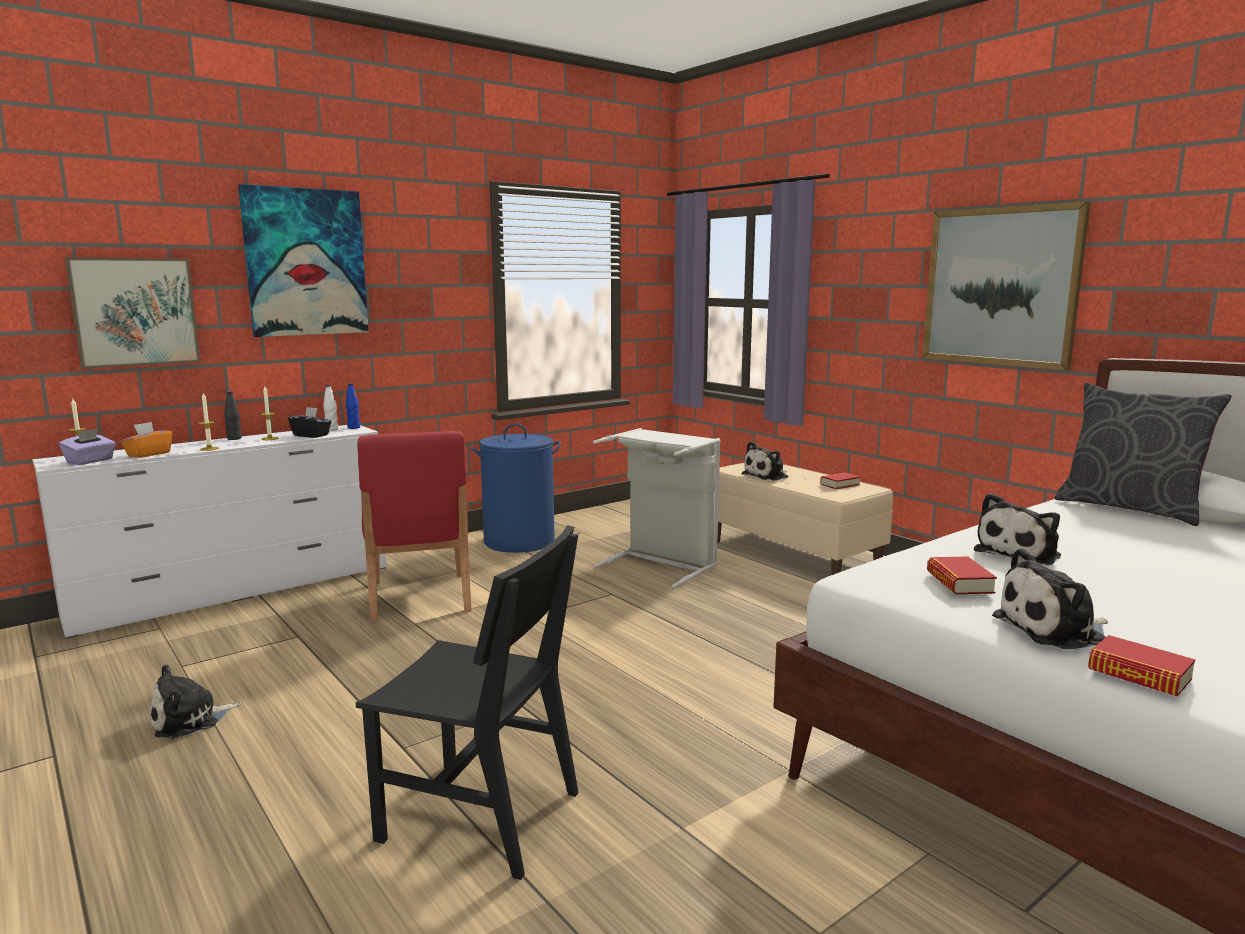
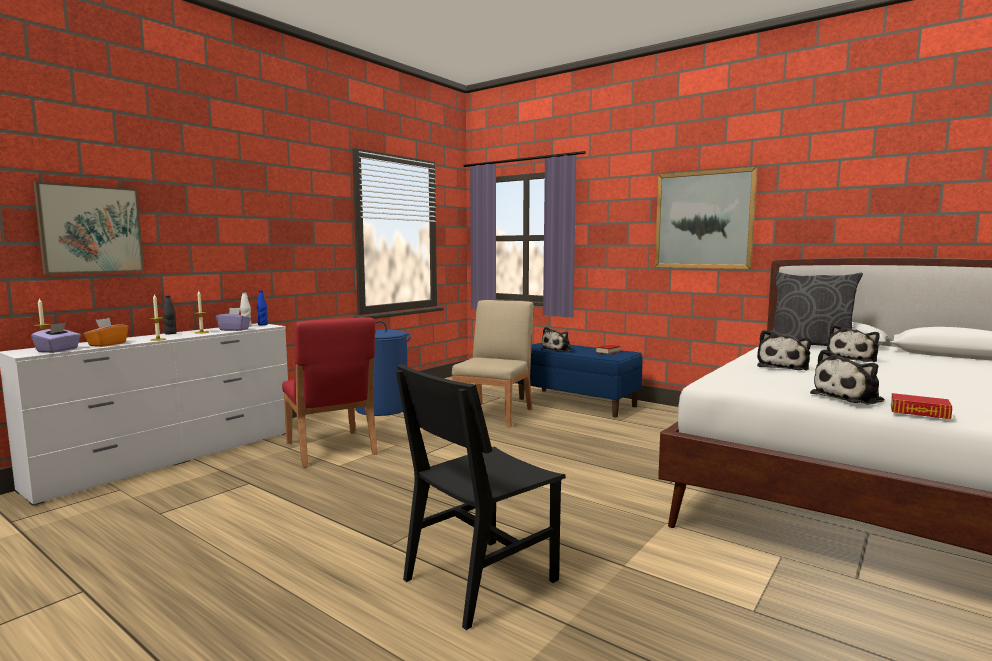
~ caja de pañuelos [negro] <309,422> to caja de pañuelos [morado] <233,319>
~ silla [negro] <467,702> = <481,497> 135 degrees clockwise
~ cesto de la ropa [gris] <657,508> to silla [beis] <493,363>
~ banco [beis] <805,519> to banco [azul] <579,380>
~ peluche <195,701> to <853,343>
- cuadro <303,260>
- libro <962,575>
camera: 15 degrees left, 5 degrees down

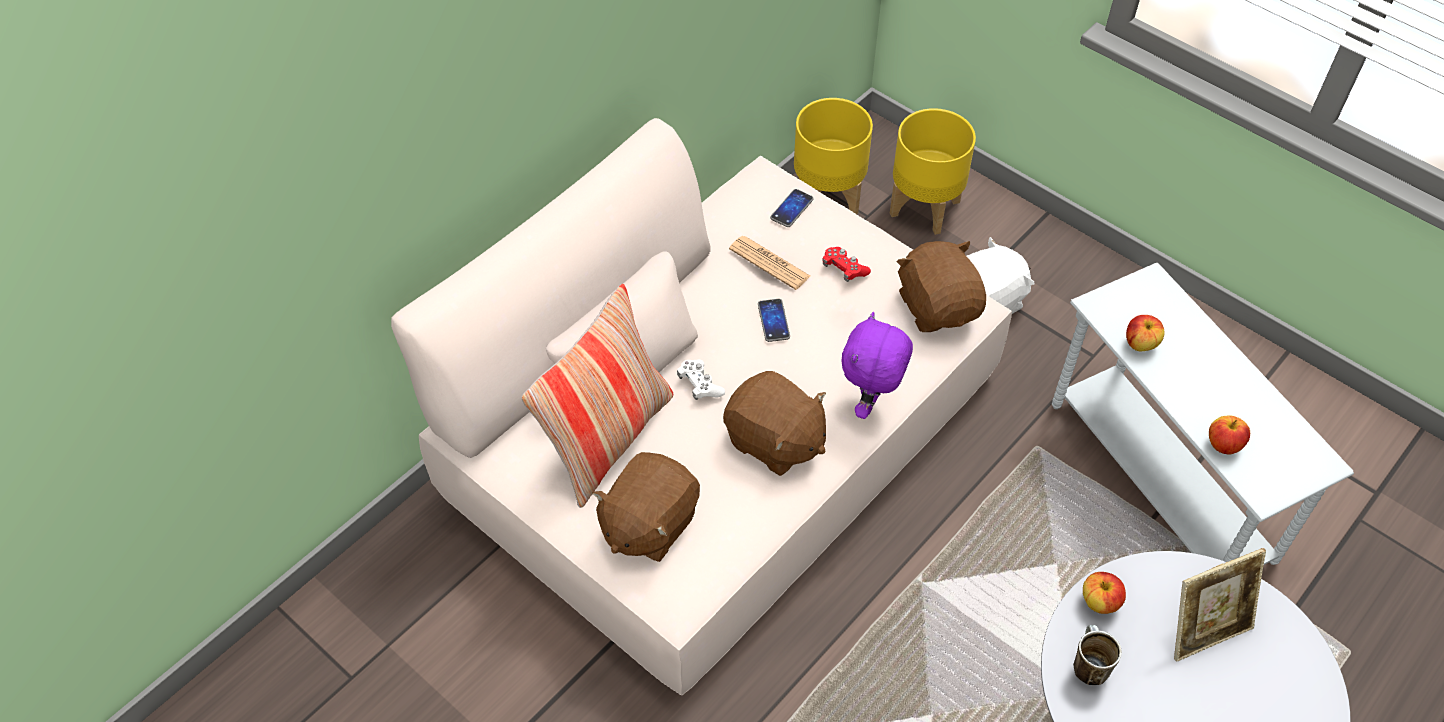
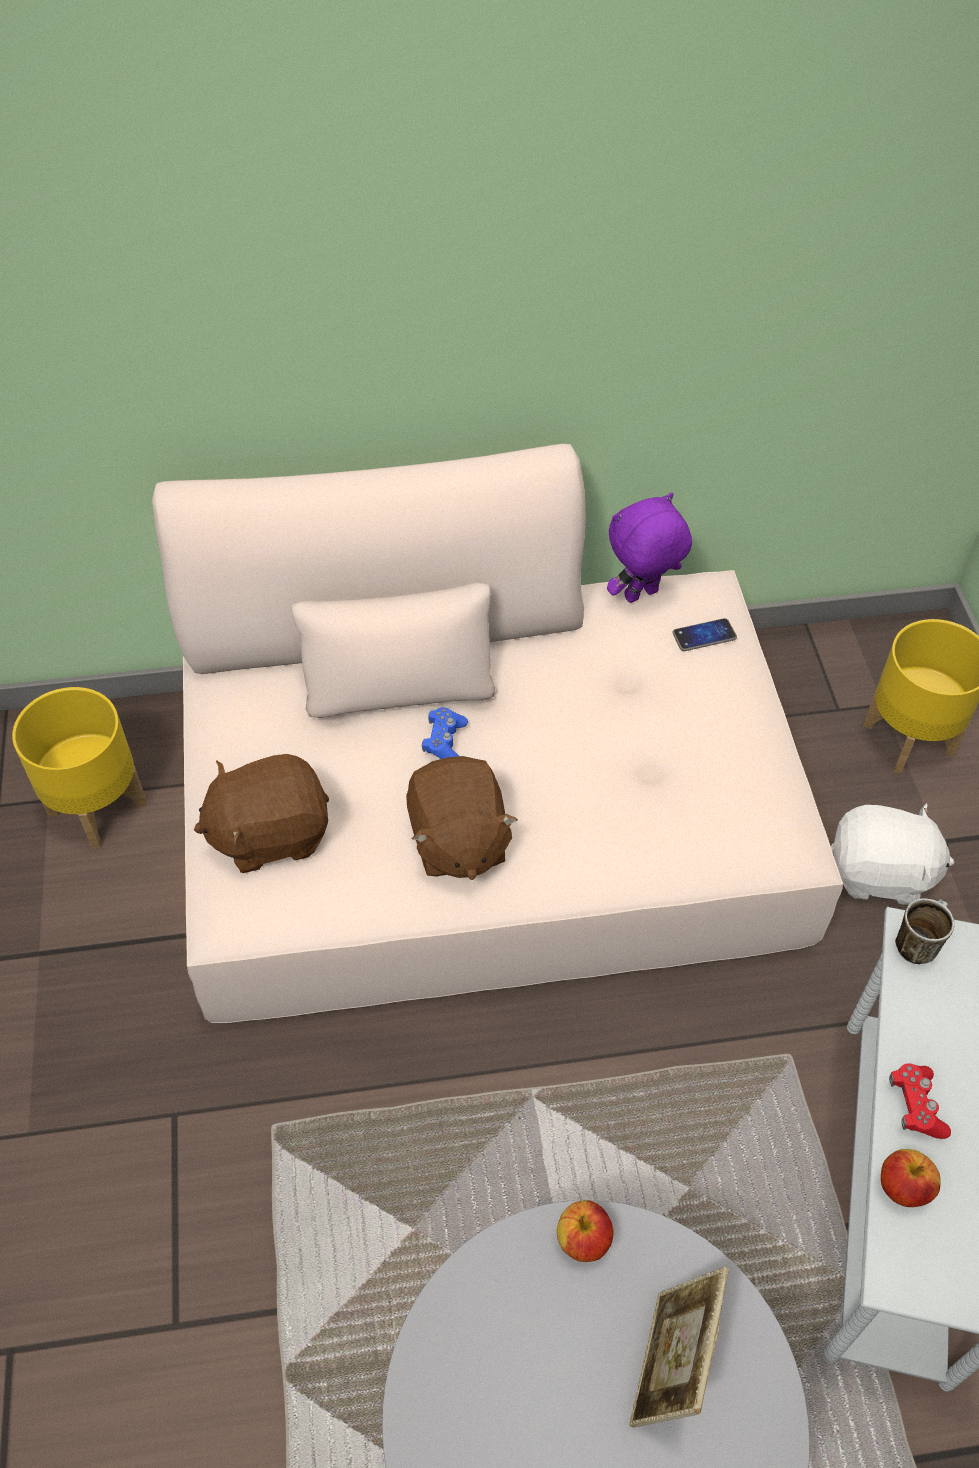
~ maceta [amarillo] <833,156> to <79,768>
~ mando de consola [blanco] <701,379> to mando de consola [azul] <445,733>
~ peluche [morado] <877,365> to <649,548>
~ portarretratos <1220,605> = <679,1347> 90 degrees clockwise
~ mando de consola [rojo] <846,264> to <920,1101>
~ taza grande <1097,655> to <925,931>
- cojín <597,396>
- periódico <769,263>
- móvil <774,320>
- peluche [marrón] <941,286>
- manzana <1145,333>
camera: 40 degrees right, 0 degrees up

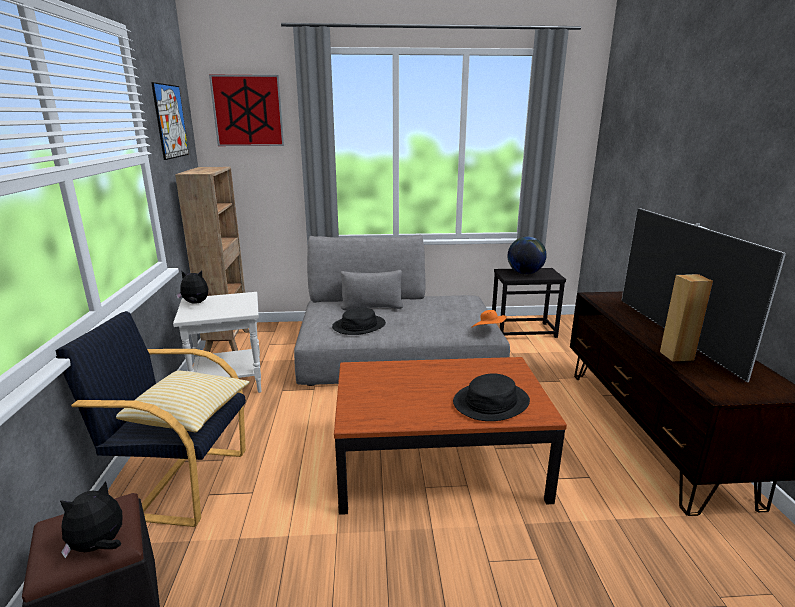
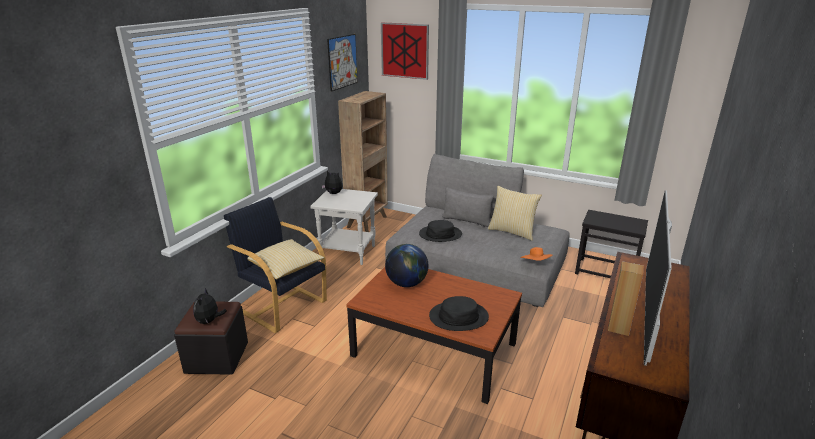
~ peluche <91,519> = <209,306> 75 degrees counterclockwise
~ globo terráqueo <527,255> to <407,265>
+ cojín <515,213>
camera: 30 degrees right, 5 degrees up

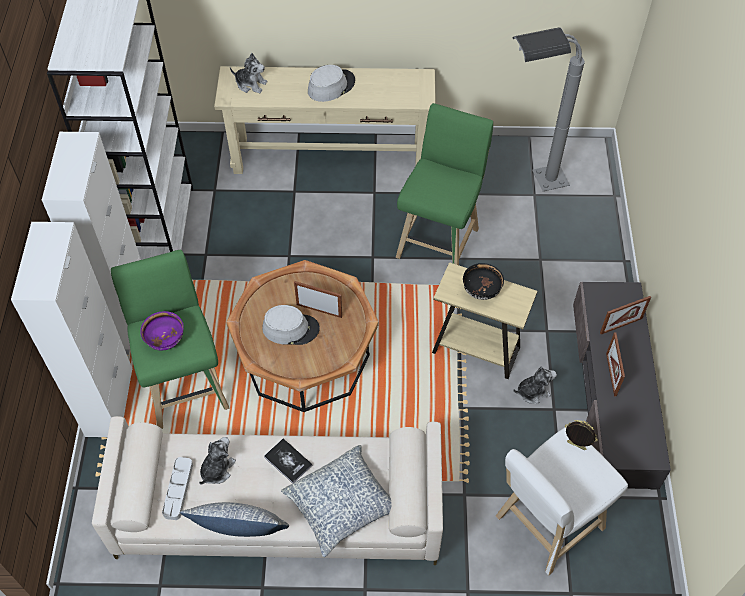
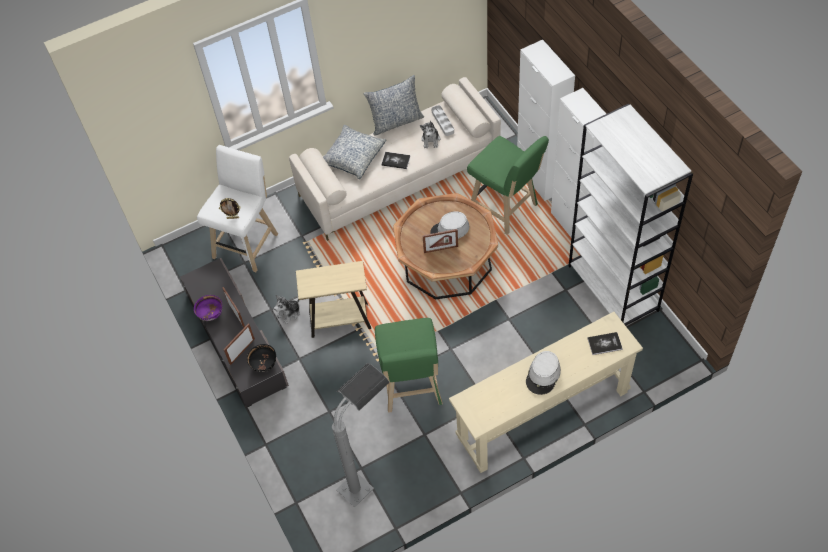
~ cuenco [morado] <162,330> to <208,308>
~ cuenco [negro] <483,281> to <261,358>
~ peluche <248,73> to libro <605,343>
camera: 155 degrees right, 0 degrees up

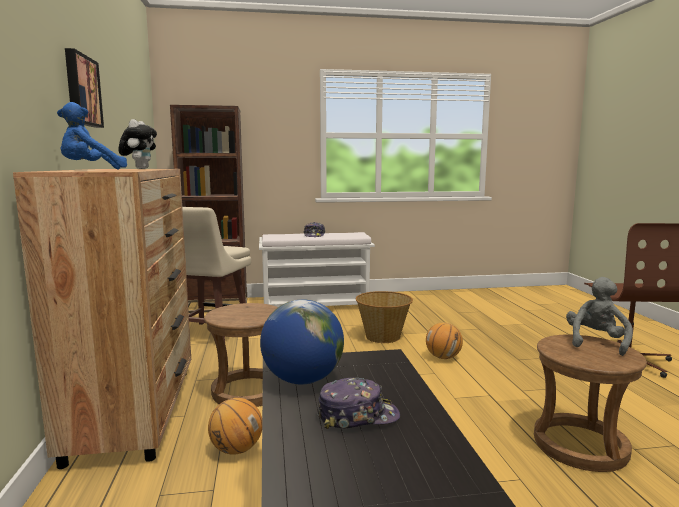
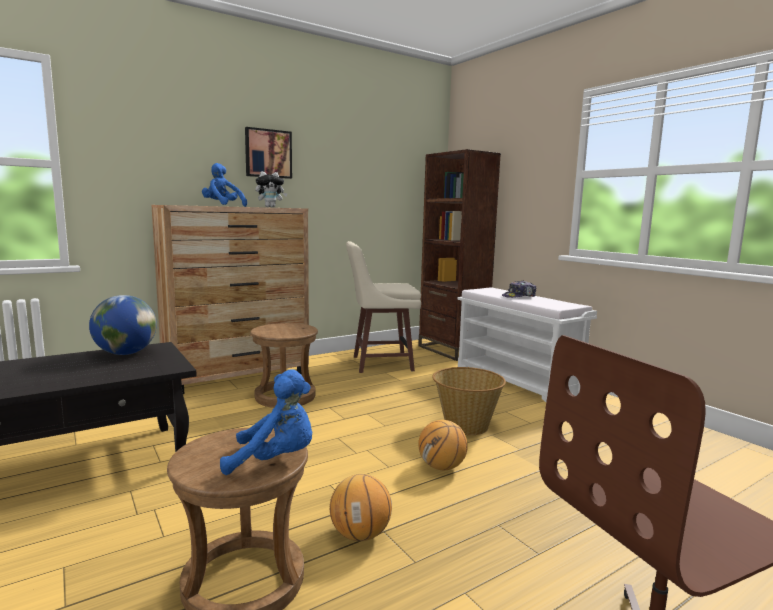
~ peluche [gris] <599,316> to peluche [azul] <266,422>
~ balón de baloncesto <235,426> to <361,507>
- gorra <358,403>
camera: 65 degrees right, 0 degrees up

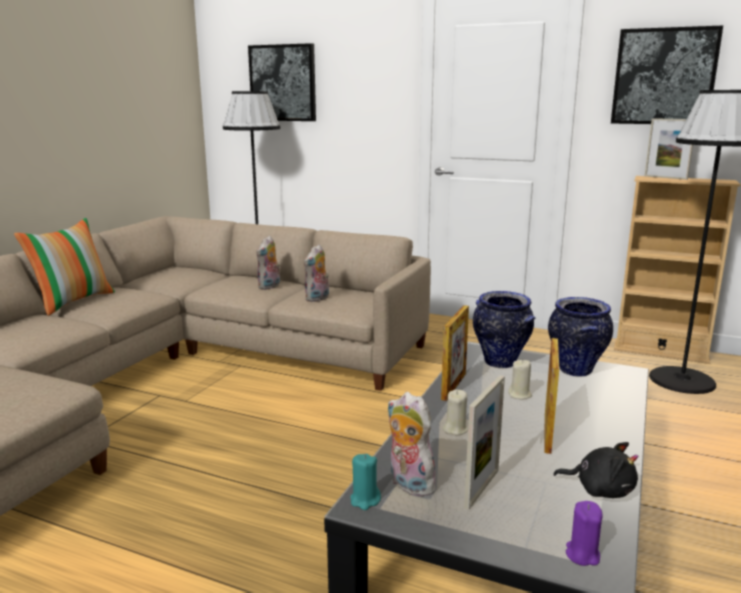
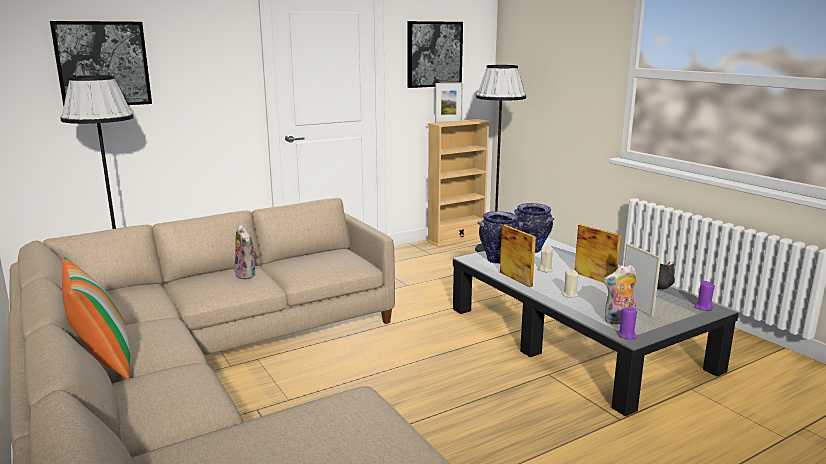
~ vela [turquesa] <365,482> to vela [morado] <627,323>
- peluche <316,273>
camera: 55 degrees left, 0 degrees up

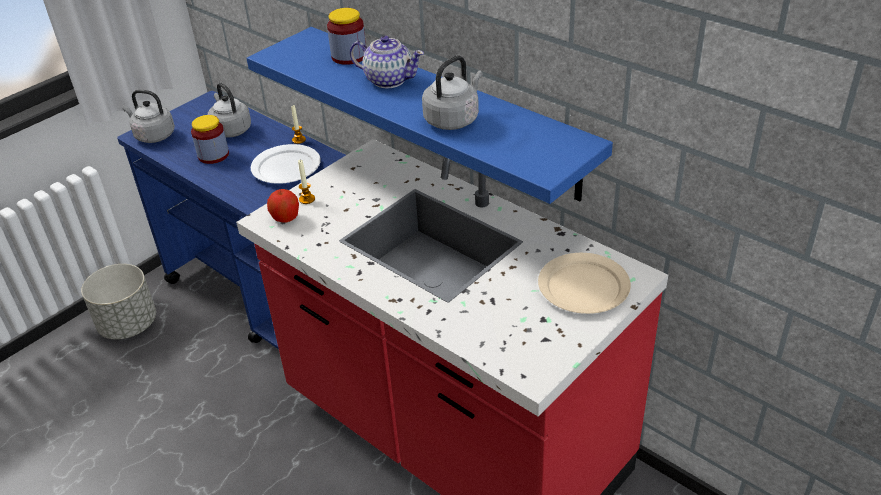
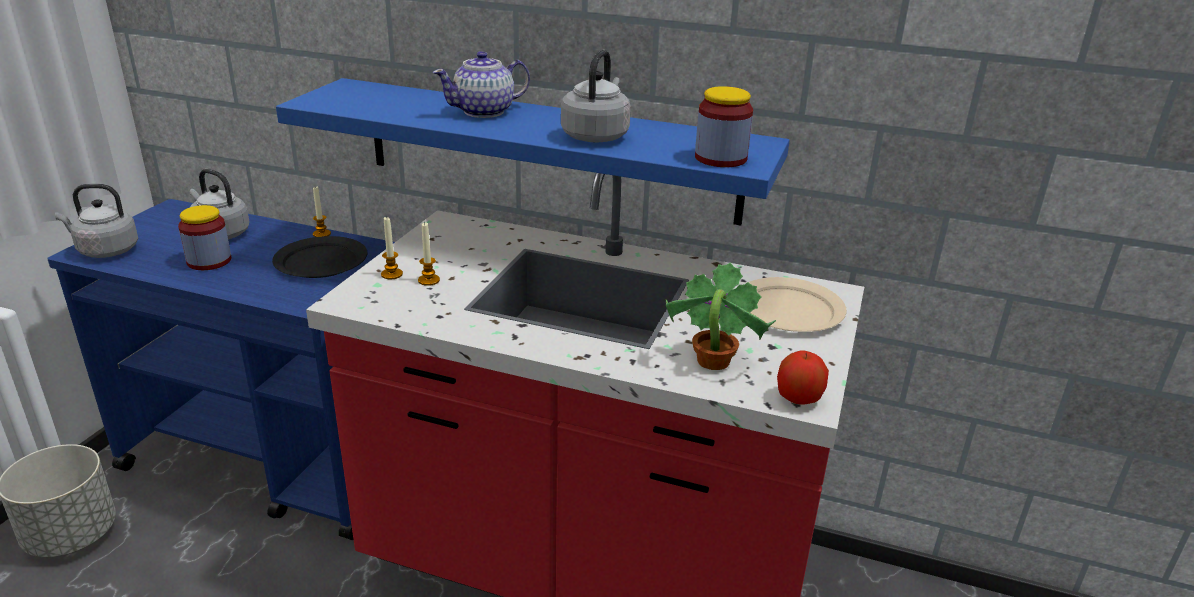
~ plato [blanco] <286,164> to plato [negro] <319,257>
+ vela <429,254>
~ tetera <387,62> = <481,84> 150 degrees clockwise
+ planta en maceta <721,316>
~ tarro <346,36> to <724,126>
~ manzana <283,206> to <803,377>
camera: 25 degrees left, 10 degrees down

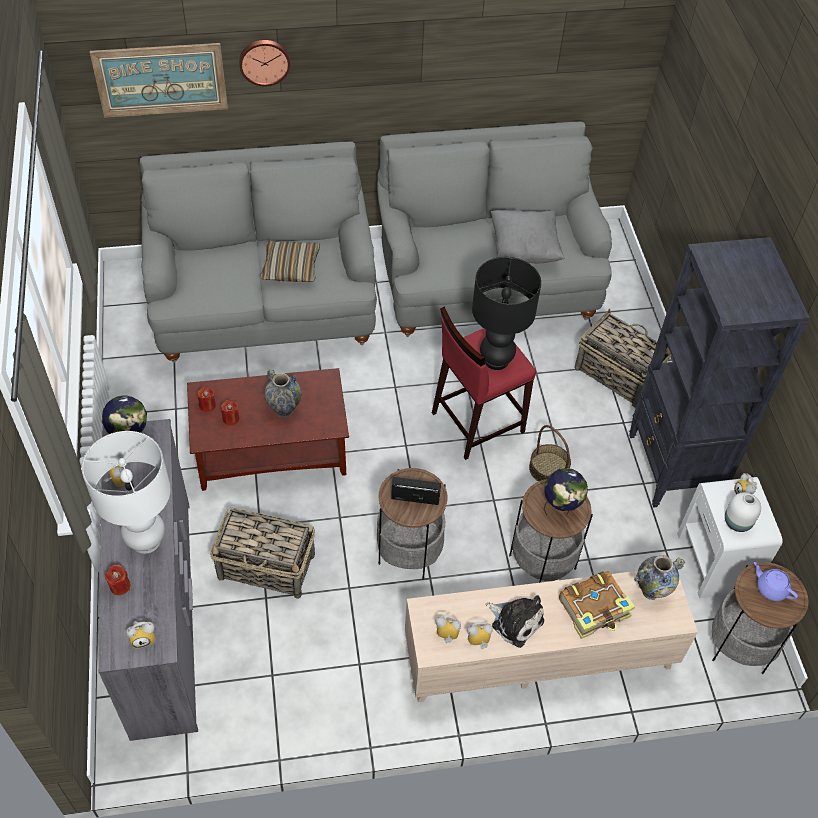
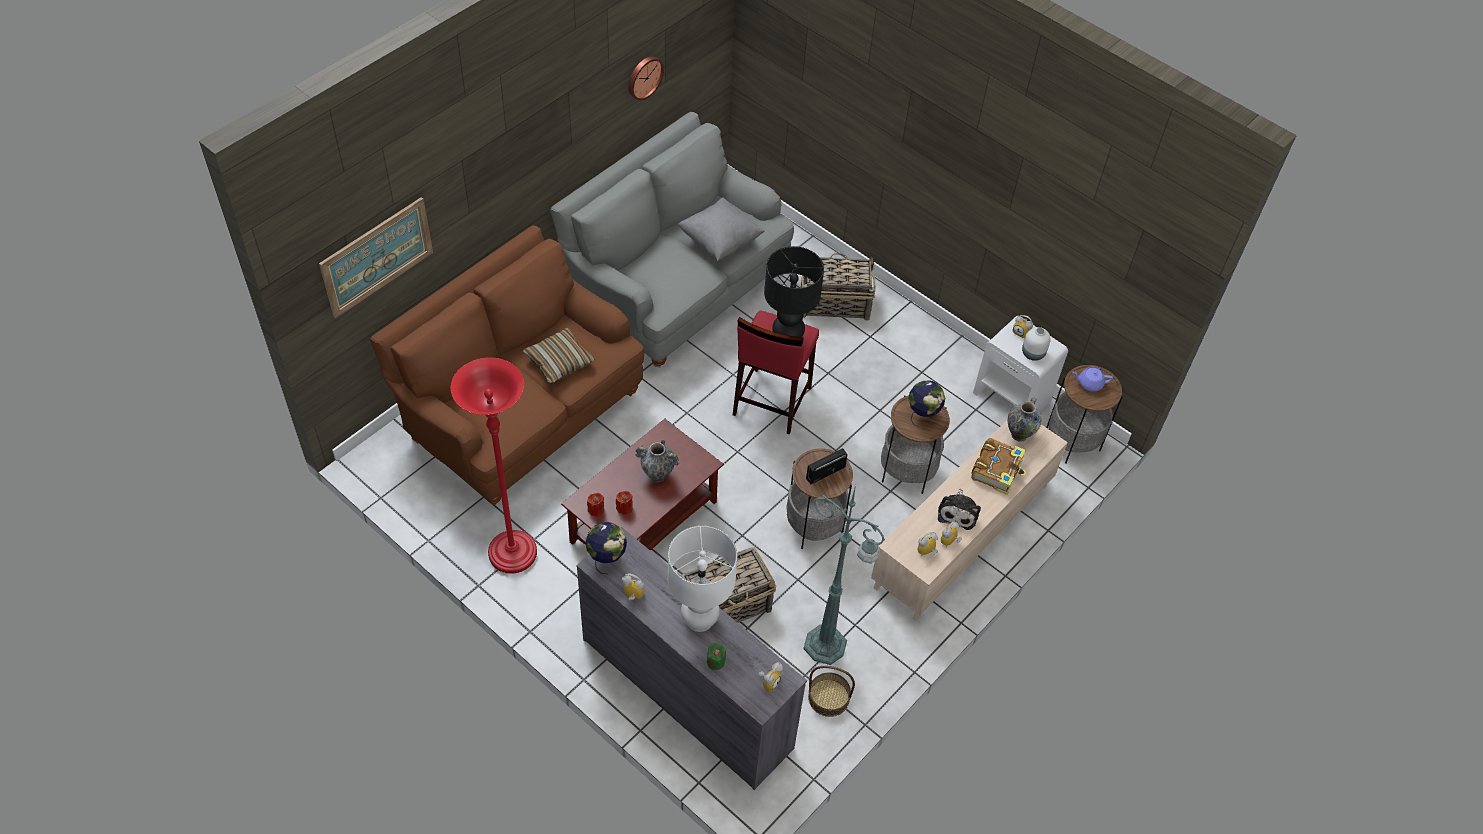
~ sofá [gris] <258,252> to sofá [marrón] <507,365>
+ lámpara de pie [rojo] <494,465>
~ reloj de pared <264,63> to <646,78>
~ vela [rojo] <117,580> to vela [verde] <716,656>
+ lámpara de pie [verde] <844,575>
~ cesta <550,453> to <831,691>
~ peluche <514,621> = <959,509> 105 degrees clockwise
- estantería [negro] <719,372>
camera: 40 degrees left, 0 degrees up

